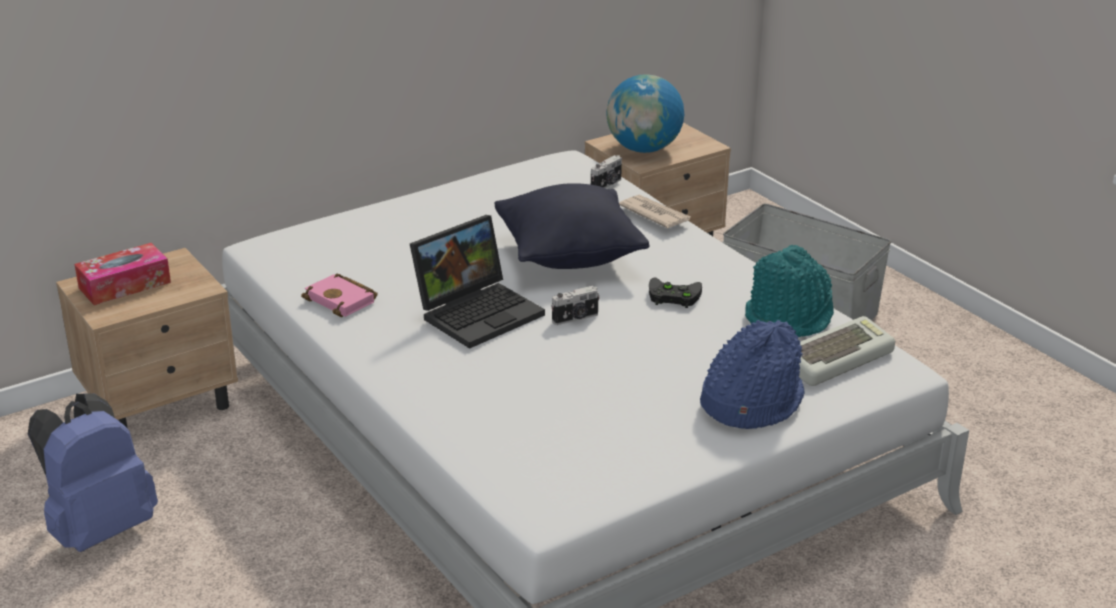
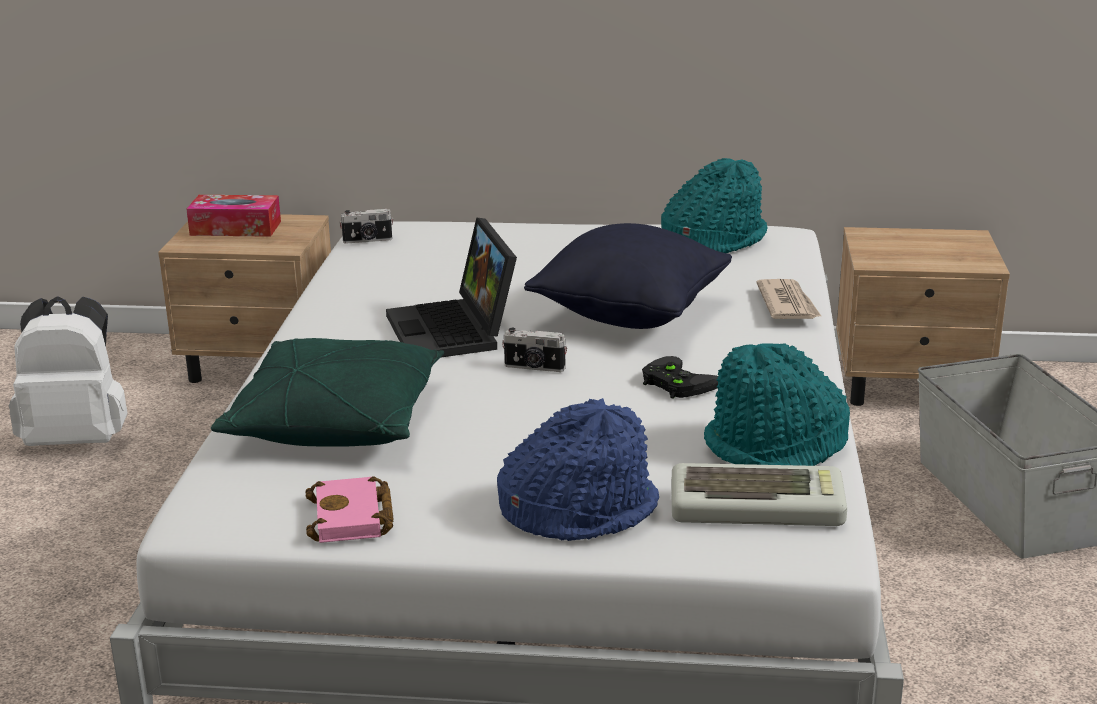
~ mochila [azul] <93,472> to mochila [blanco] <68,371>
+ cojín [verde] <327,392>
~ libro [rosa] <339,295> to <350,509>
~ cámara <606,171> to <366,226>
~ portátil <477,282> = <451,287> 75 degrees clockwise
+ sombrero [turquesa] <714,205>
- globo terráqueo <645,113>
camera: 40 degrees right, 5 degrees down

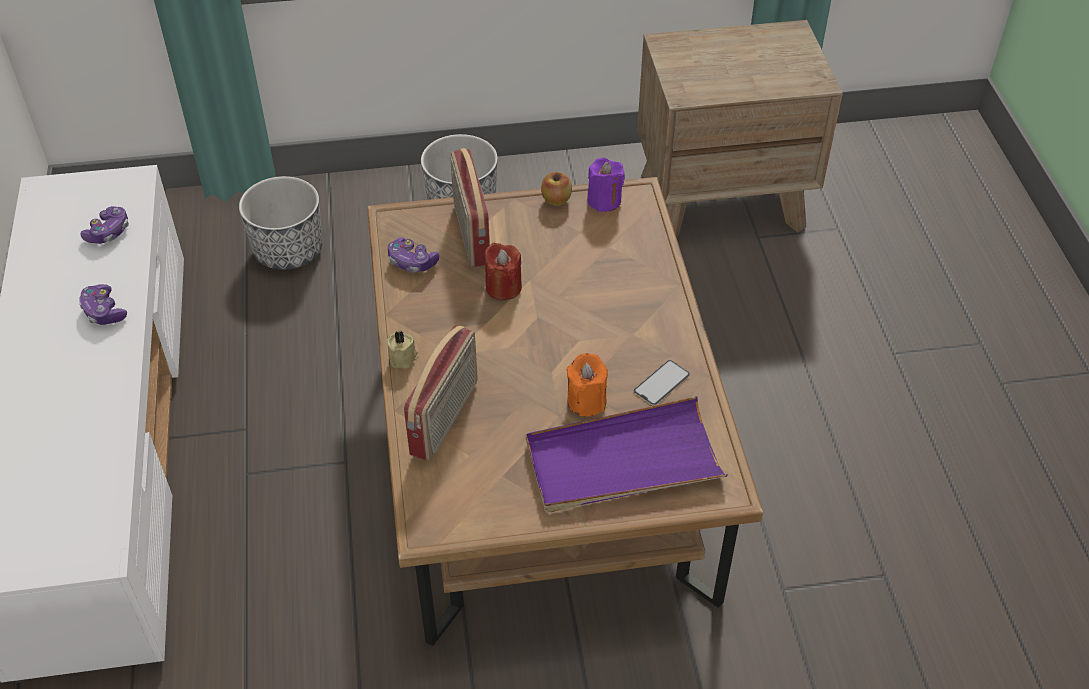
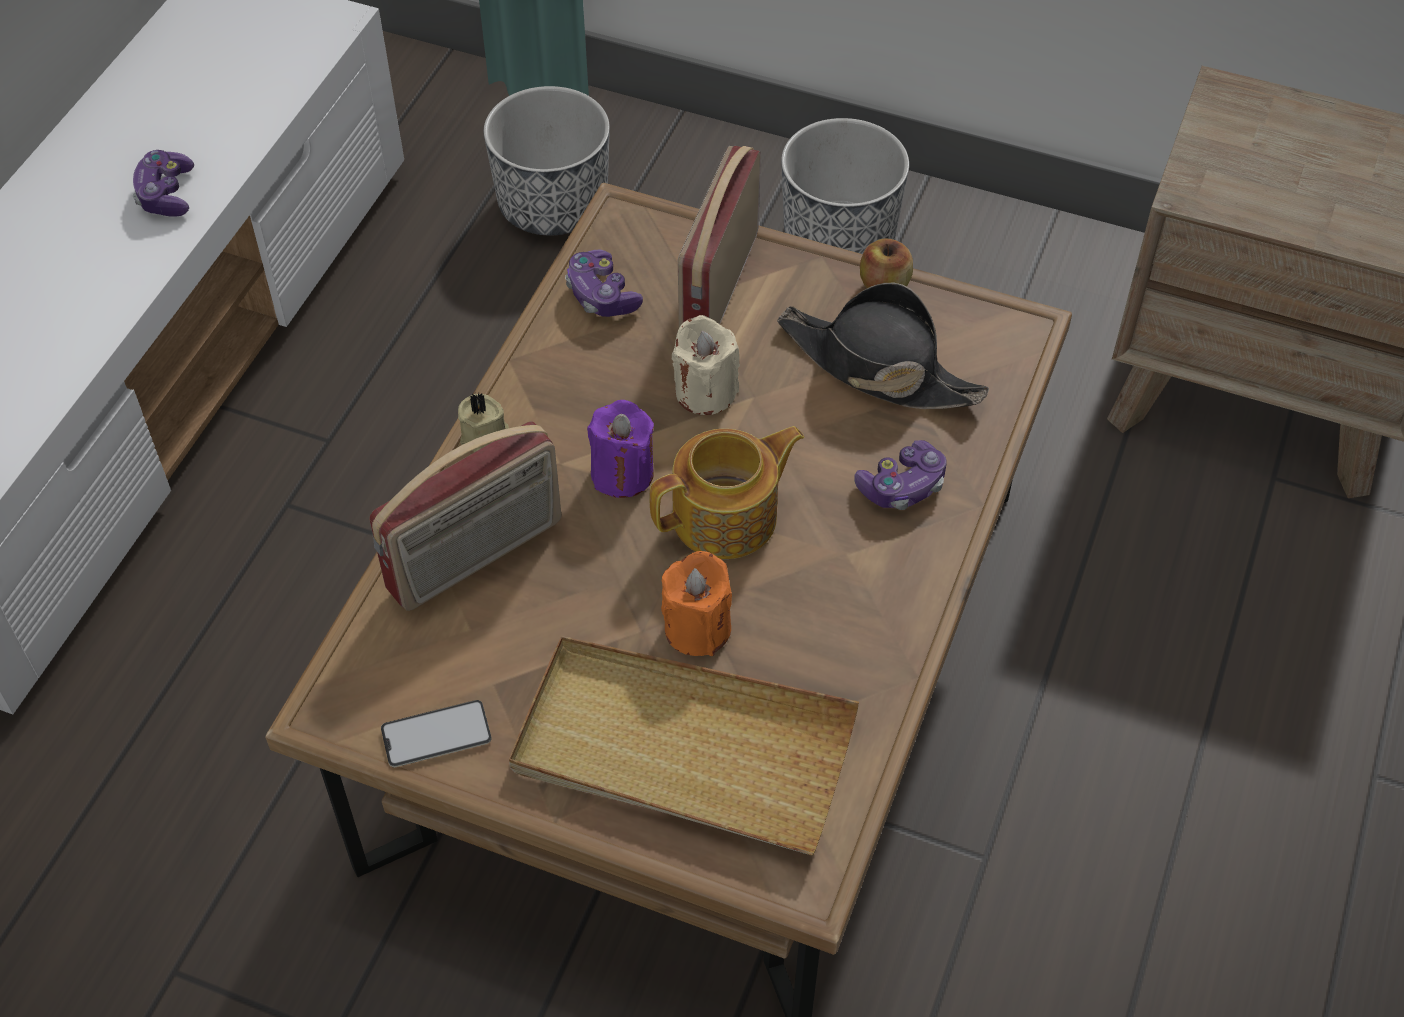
~ móvil <662,383> to <436,733>
~ bandeja [morado] <627,454> to bandeja [beis] <684,746>
~ vela [morado] <606,185> to <620,449>
+ tetera <726,492>
~ vela [rojo] <503,271> to vela [beis] <706,365>
+ sombrero [negro] <883,346>
~ mando de consola <104,225> to <901,475>
camera: 30 degrees right, 5 degrees up

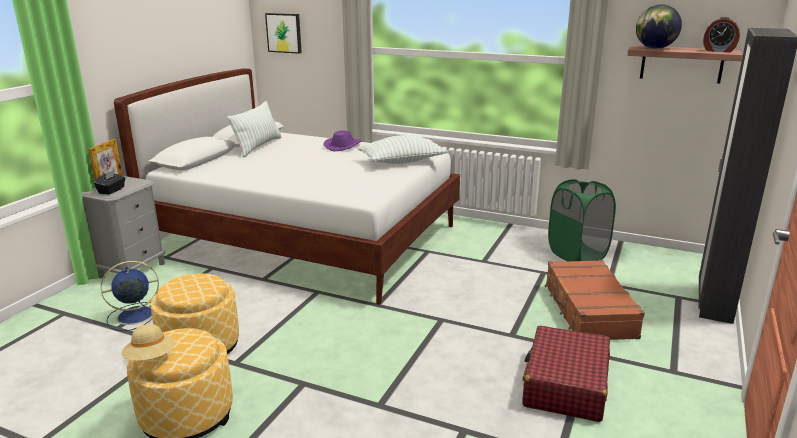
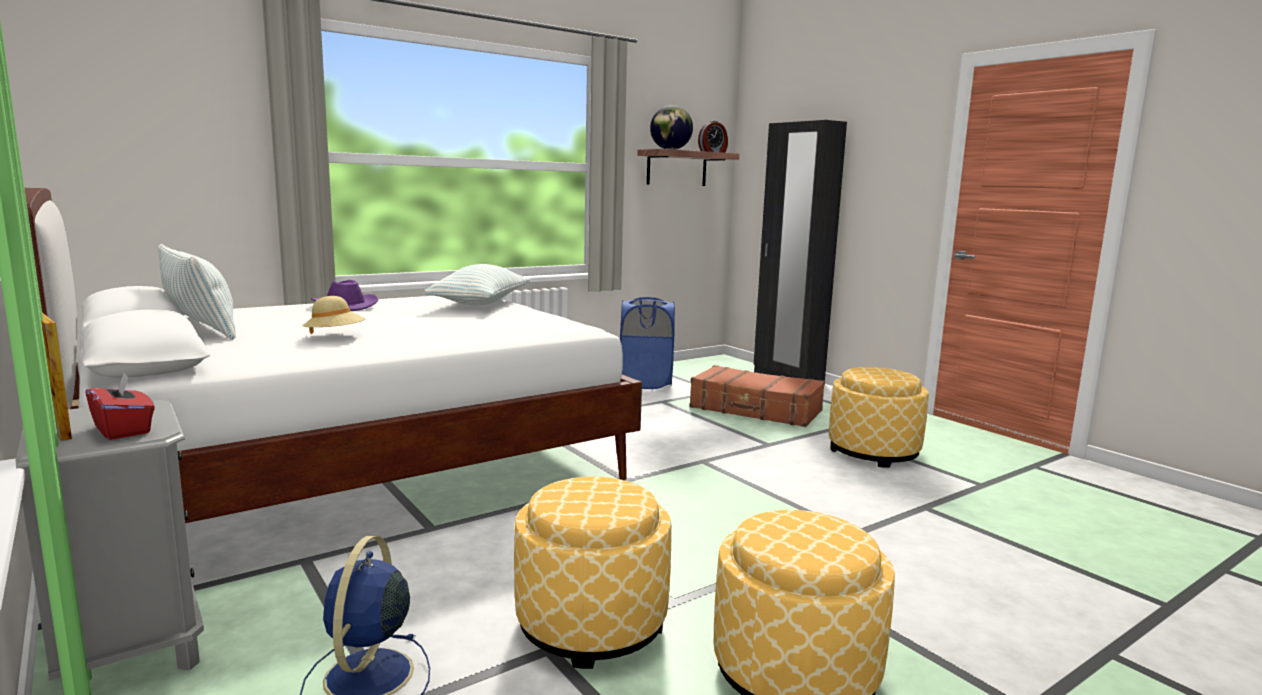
~ caja de pañuelos [negro] <110,182> to caja de pañuelos [rojo] <120,406>
~ sombrero [beis] <148,342> to <333,315>
~ cesto de la ropa [verde] <582,220> to cesto de la ropa [azul] <647,343>
~ maleta [rojo] <566,373> to puf <879,417>
- cuadro <283,33>
camera: 60 degrees left, 10 degrees down

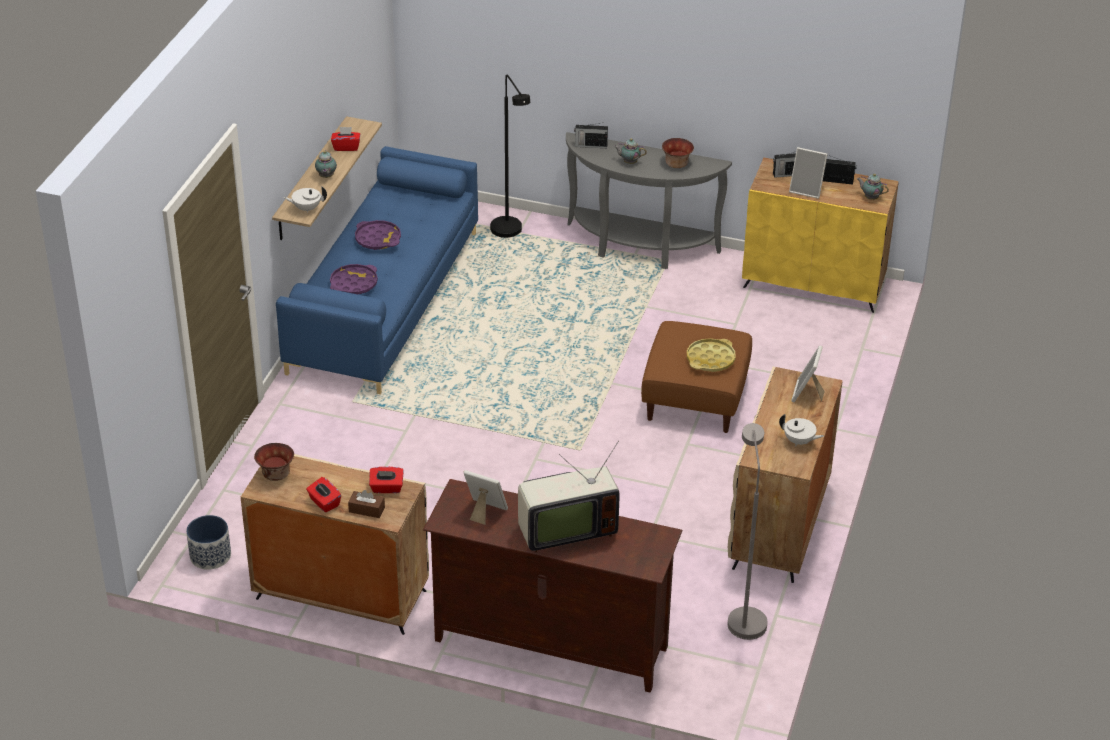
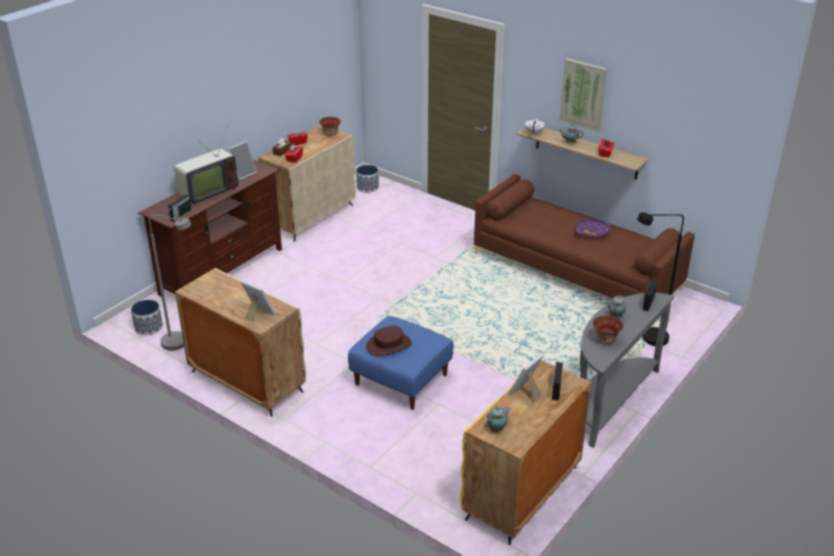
+ maceta <147,317>
~ radio <840,170> to <180,207>
~ televisor <568,497> = <206,166> 135 degrees counterclockwise
~ puf [marrón] <696,377> to puf [azul] <400,363>
~ bandeja [amarillo] <711,355> to sombrero [marrón] <389,340>
~ sofá [azul] <377,270> to sofá [marrón] <584,236>
+ cuadro <583,94>
- bandeja [morado] <354,279>
- tetera [blanco] <801,430>
camera: 110 degrees right, 5 degrees down

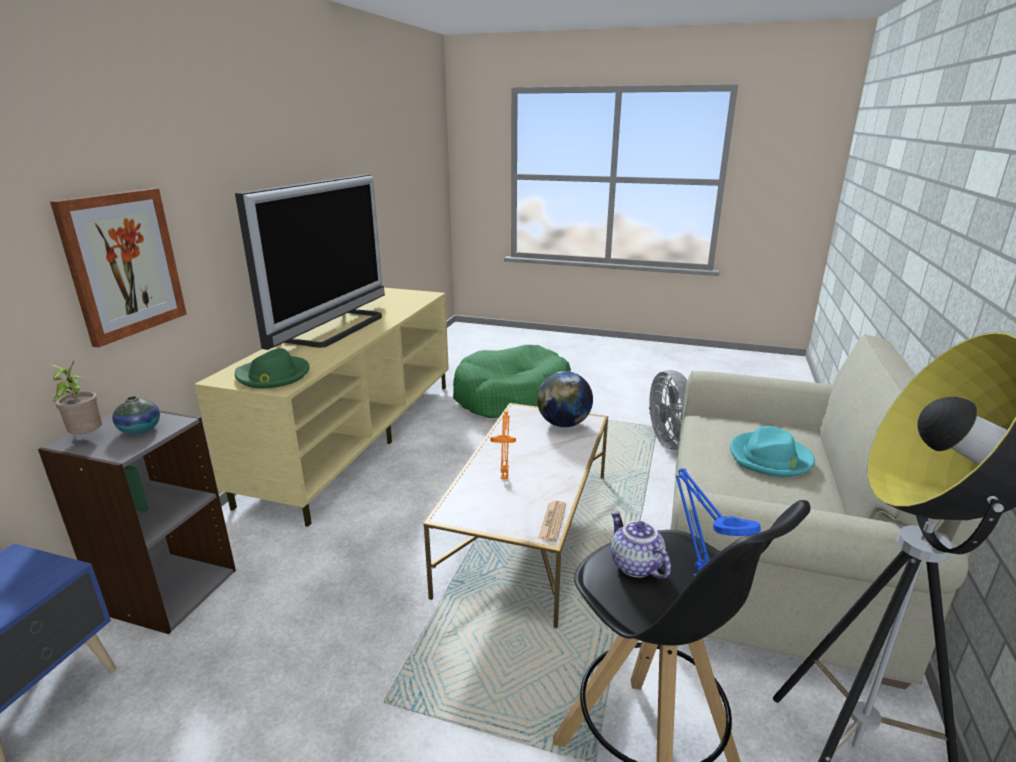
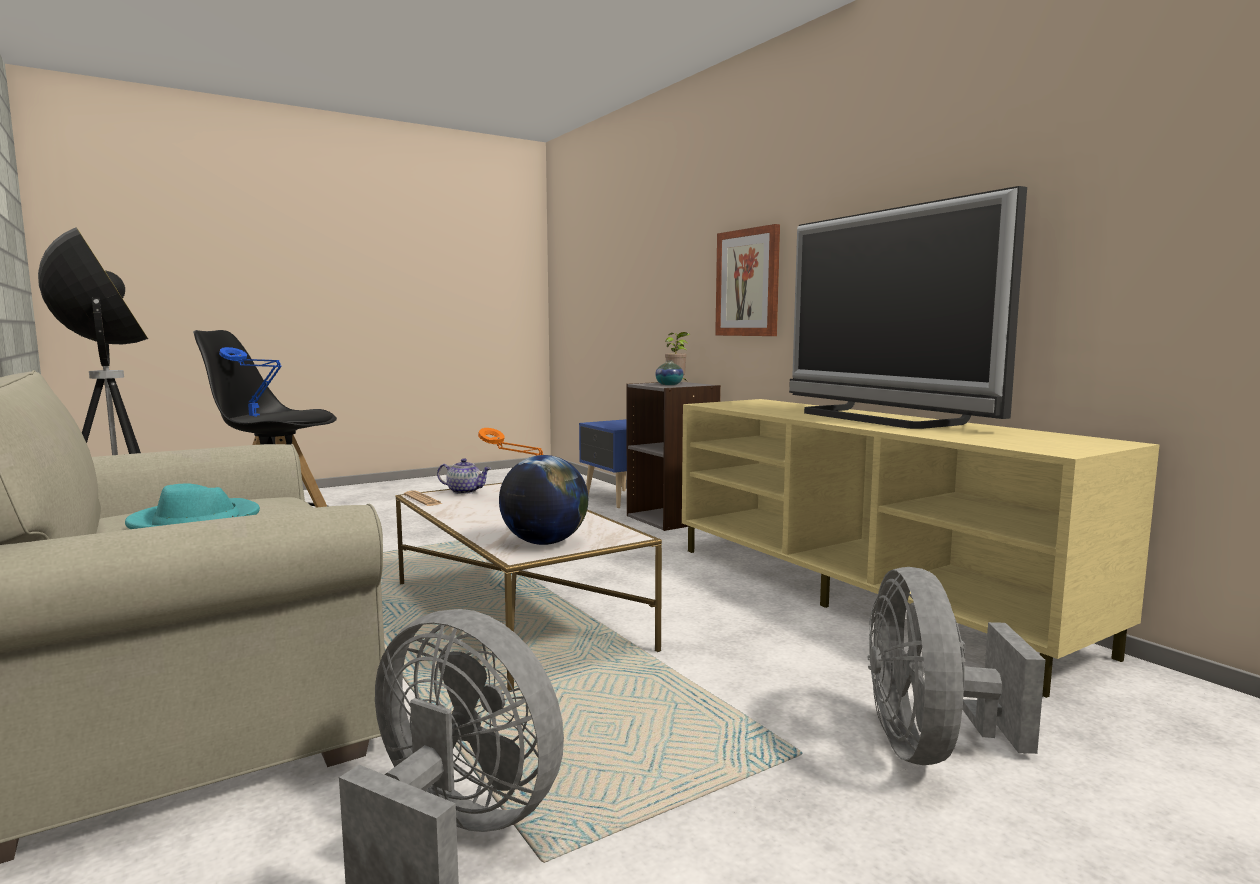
~ tetera <641,545> to <464,476>
~ cama para perro [verde] <512,381> to ventilador [gris] <956,666>
- sombrero [verde] <272,368>
camera: 130 degrees right, 15 degrees down

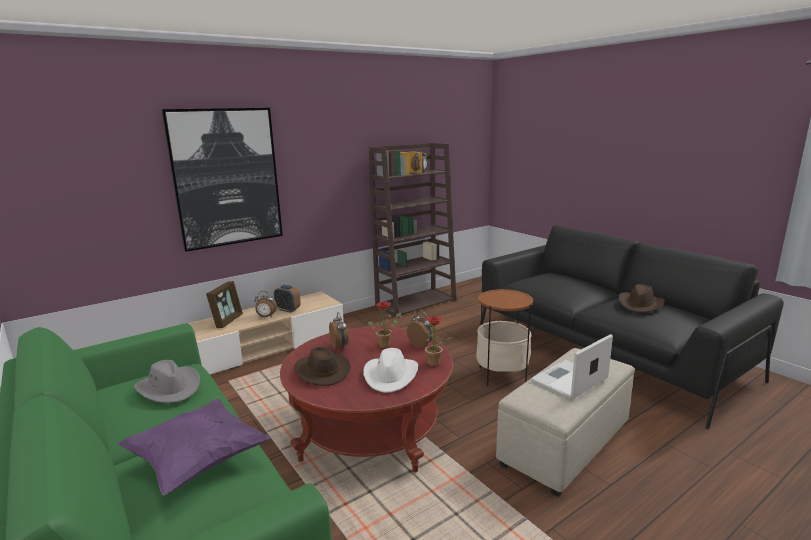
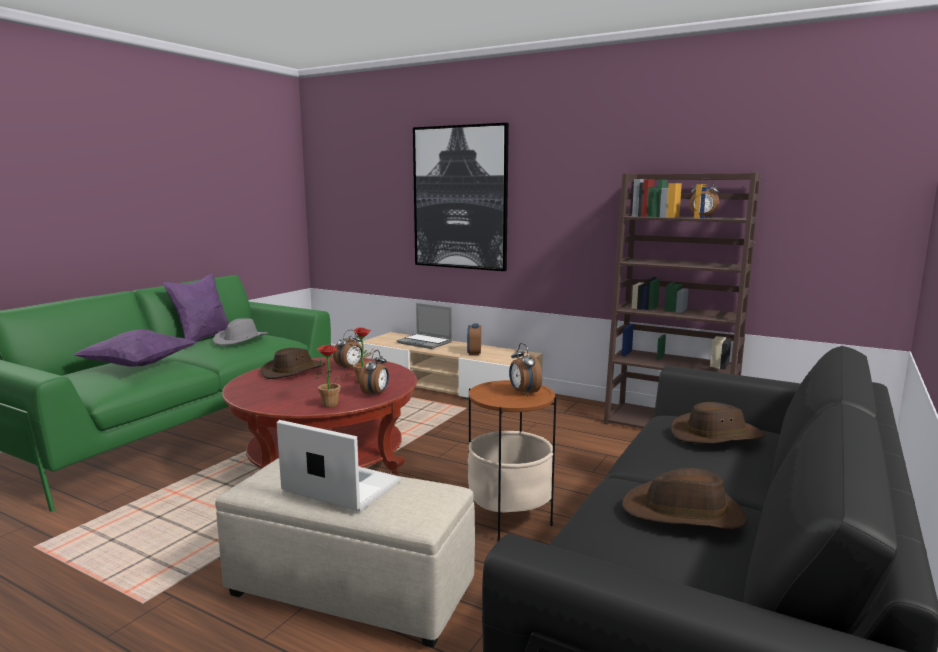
+ cojín [morado] <196,310>
~ portarretratos <224,304> to portátil <424,326>
~ despertador <265,304> to <525,369>
+ sombrero [marrón] <718,423>
- sombrero [blanco] <390,370>
camera: 65 degrees right, 5 degrees down

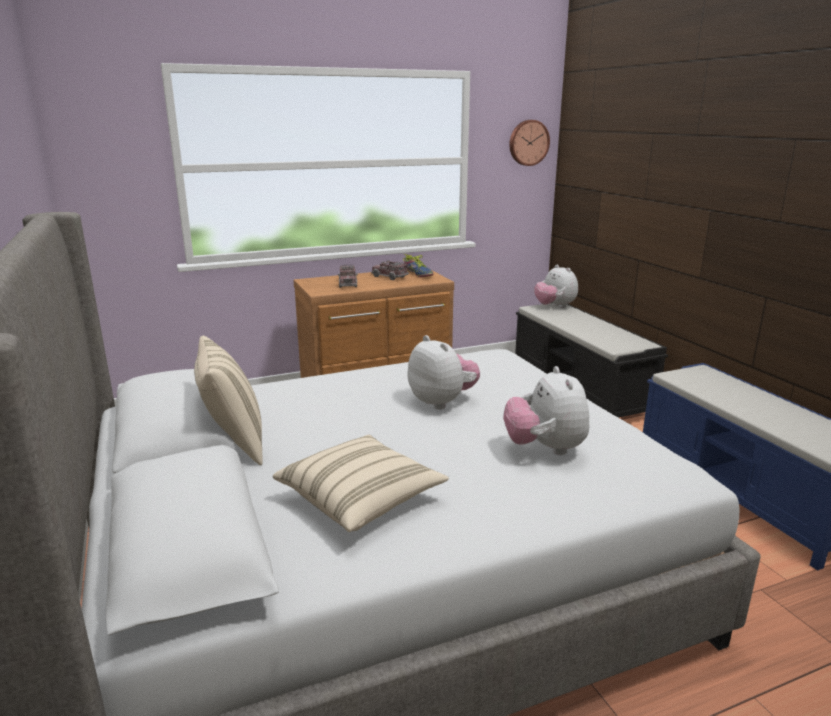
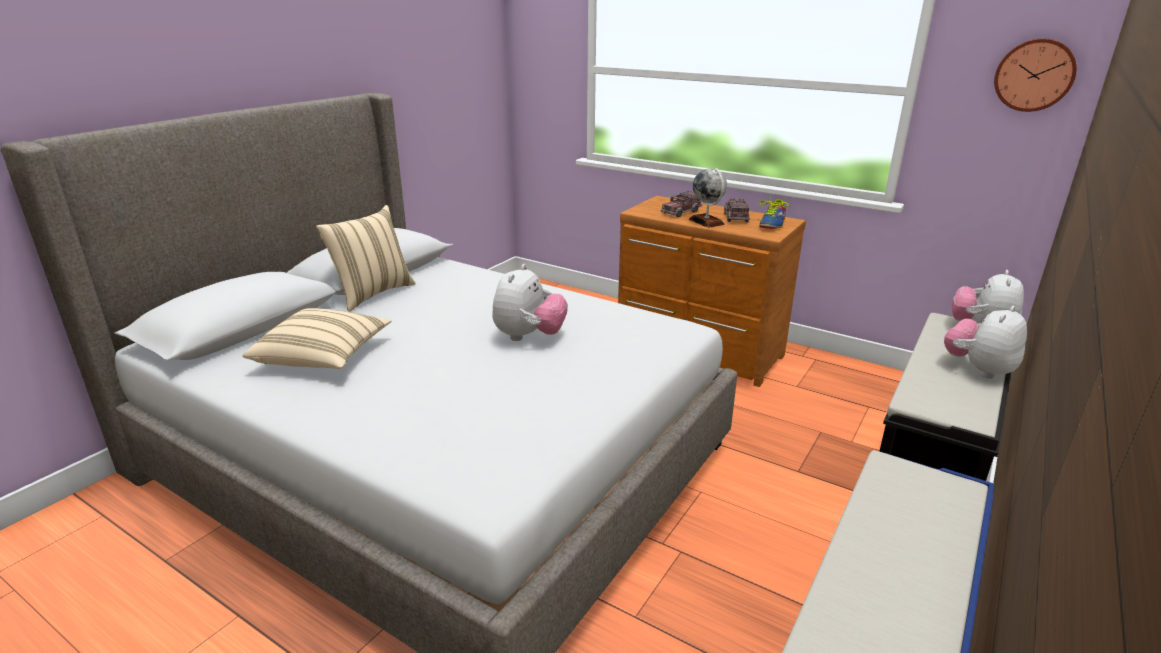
+ globo terráqueo <708,198>
~ peluche <546,410> to <985,342>
camera: 55 degrees right, 5 degrees up

